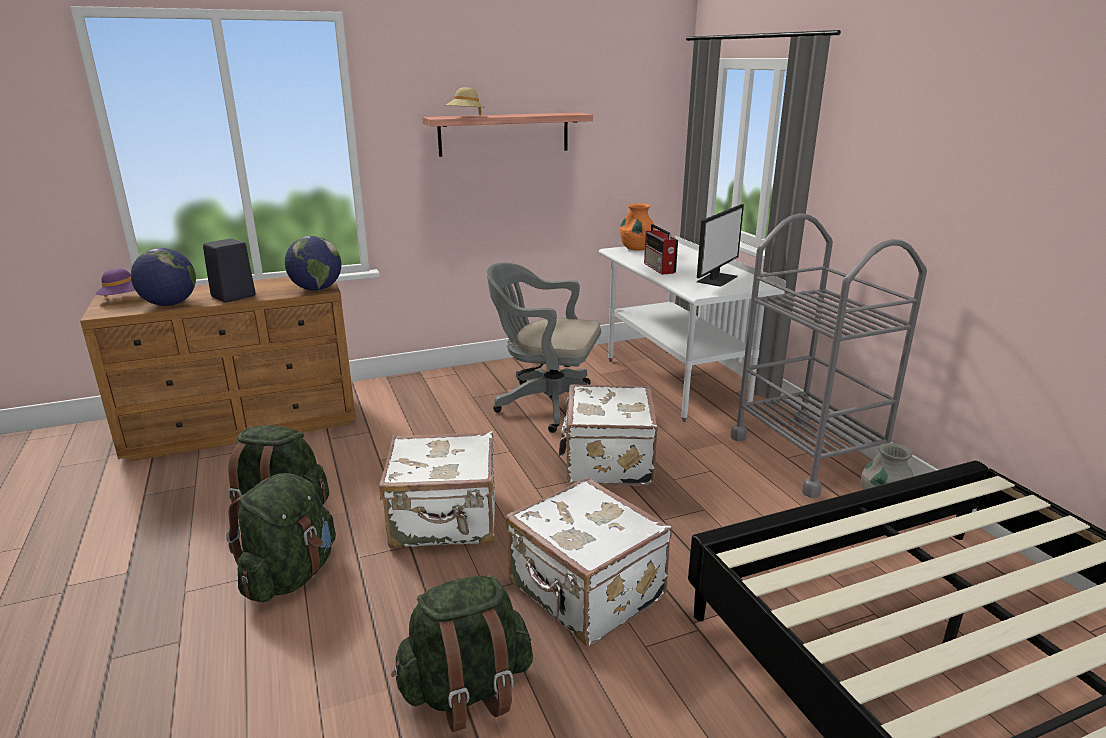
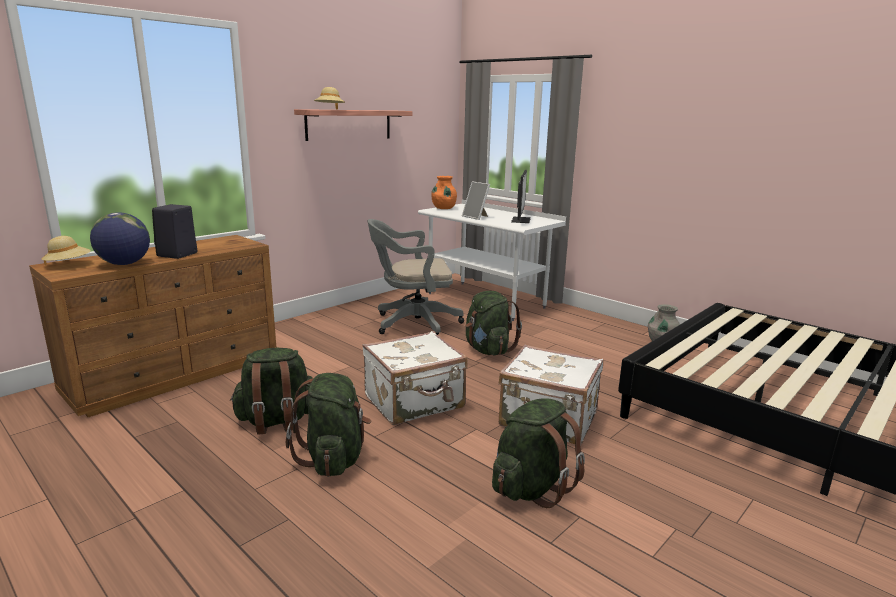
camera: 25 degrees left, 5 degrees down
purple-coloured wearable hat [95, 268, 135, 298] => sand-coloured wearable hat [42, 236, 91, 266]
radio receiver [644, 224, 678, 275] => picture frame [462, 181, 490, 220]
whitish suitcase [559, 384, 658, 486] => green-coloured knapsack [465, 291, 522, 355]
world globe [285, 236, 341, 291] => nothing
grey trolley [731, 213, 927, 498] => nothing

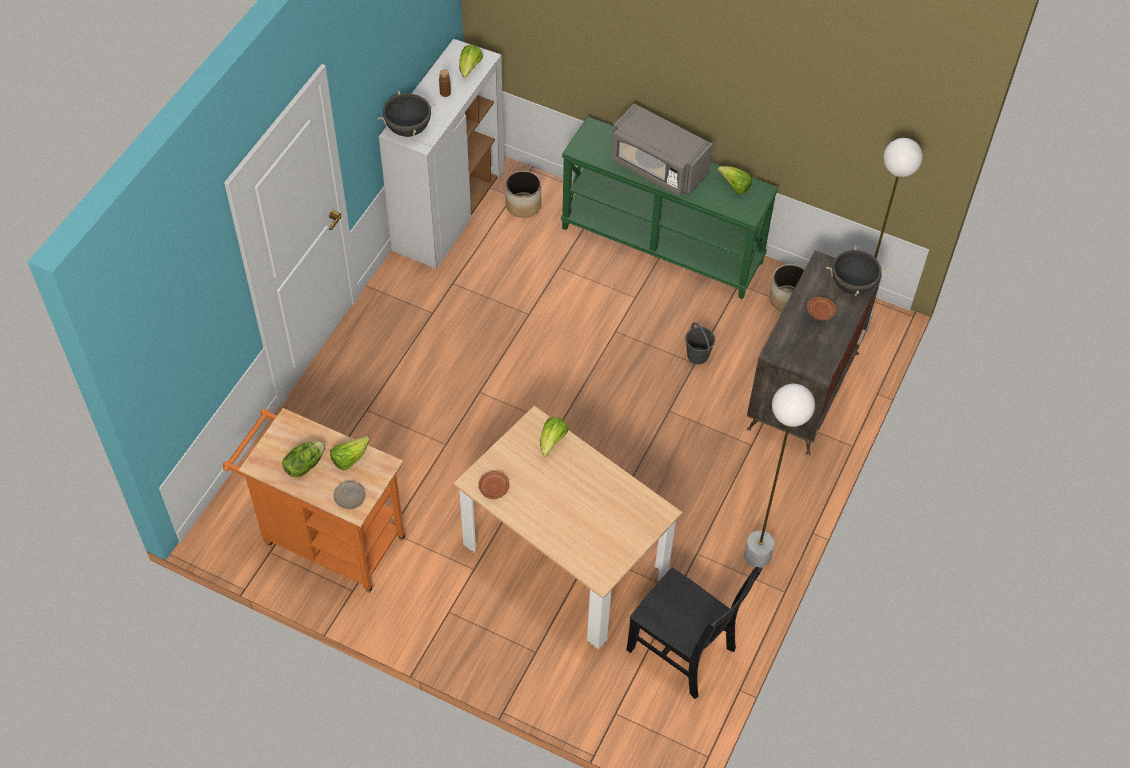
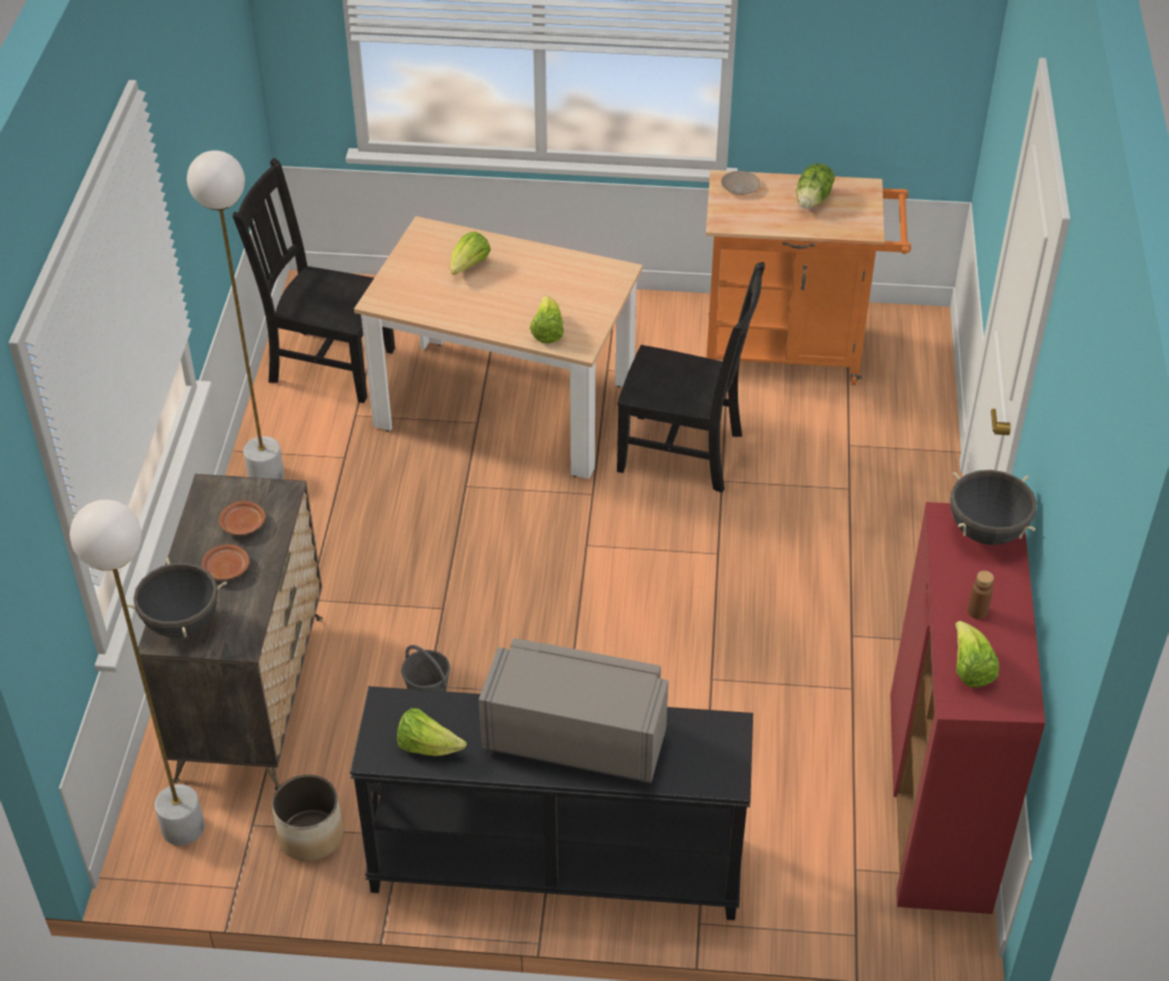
camera: 160 degrees right, 10 degrees down
brownish dinner plate [478, 471, 510, 499] => brownish dinner plate [219, 501, 265, 535], relocated
green-coloured console table [561, 116, 779, 299] => black-coloured console table [350, 686, 753, 920]
lettuce head [330, 436, 370, 471] => lettuce head [451, 232, 491, 275], relocated
nothing => black-coloured chair [617, 262, 765, 493]
whitish cupboard [379, 39, 504, 269] => reddish cupboard [890, 502, 1045, 914]
plant pot [505, 171, 541, 218] => nothing

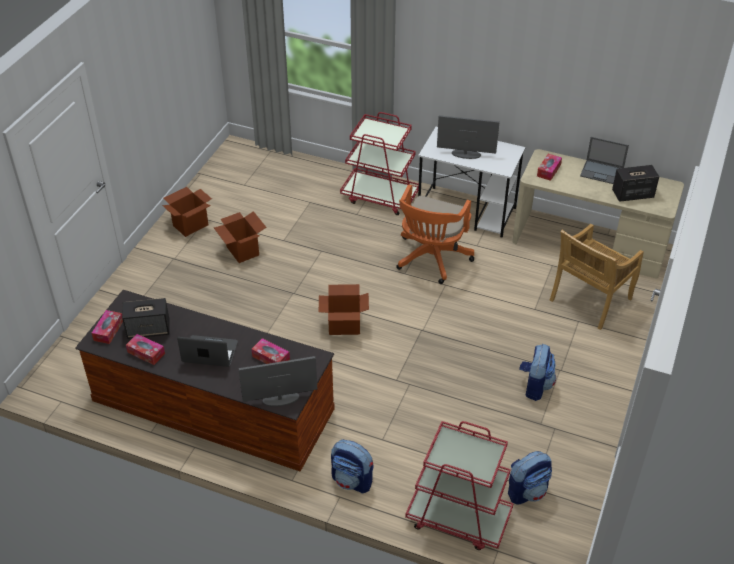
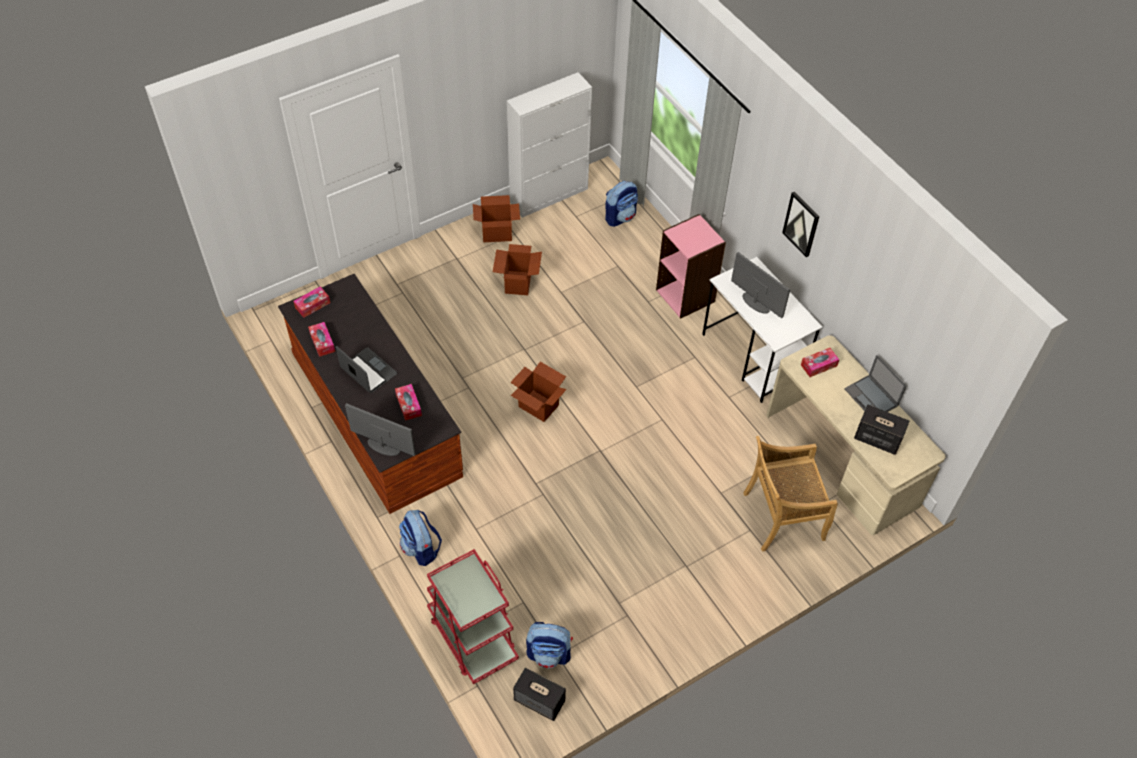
camera: 35 degrees right, 10 degrees up
nothing => whitish cupboard [507, 72, 592, 218]
audio speaker [122, 298, 170, 339] => audio speaker [513, 667, 566, 721], relocated
knapsack [519, 344, 556, 401] => knapsack [605, 181, 638, 227], relocated
reddish trolley [340, 112, 419, 215] => pink-coloured shelving unit [656, 214, 726, 319]
nothing => wall art [782, 192, 820, 257]
orange-coloured desk chair [396, 185, 474, 284] => nothing

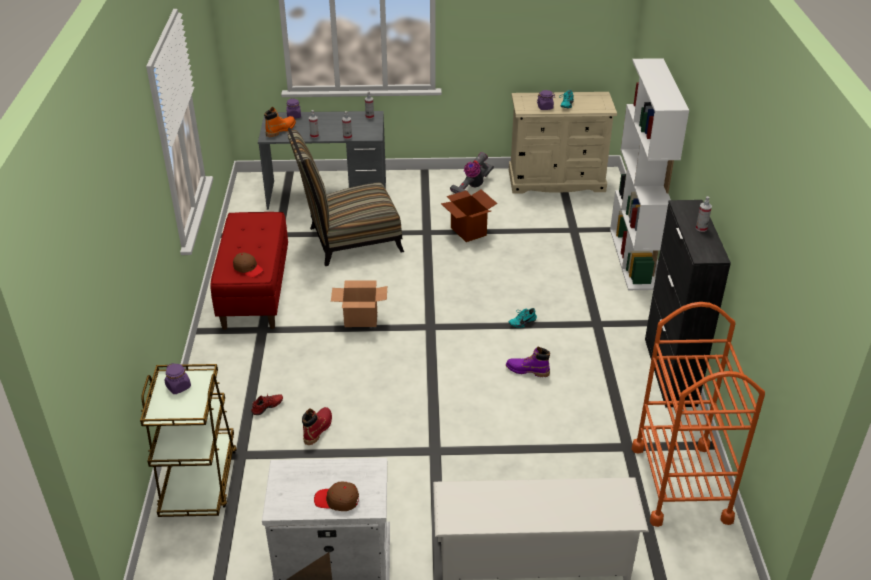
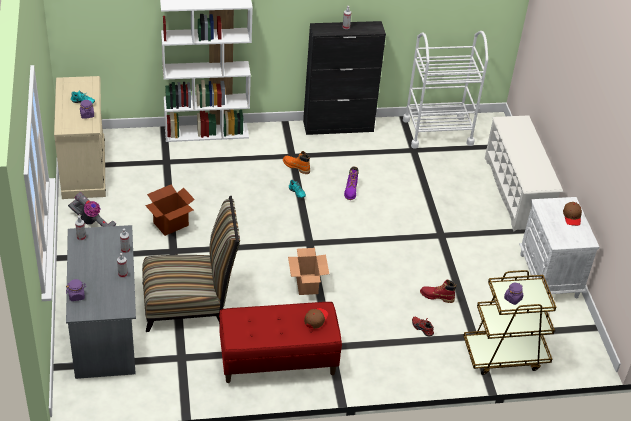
camera: 100 degrees left, 5 degrees up
chair [287, 128, 404, 266] => chair [142, 196, 240, 332], 75 degrees counterclockwise
orange-coloured high-top boot [264, 107, 296, 137] => orange-coloured high-top boot [283, 151, 310, 174], relocated
orange-coloured trolley [632, 302, 765, 527] => whitish trolley [403, 31, 488, 149]

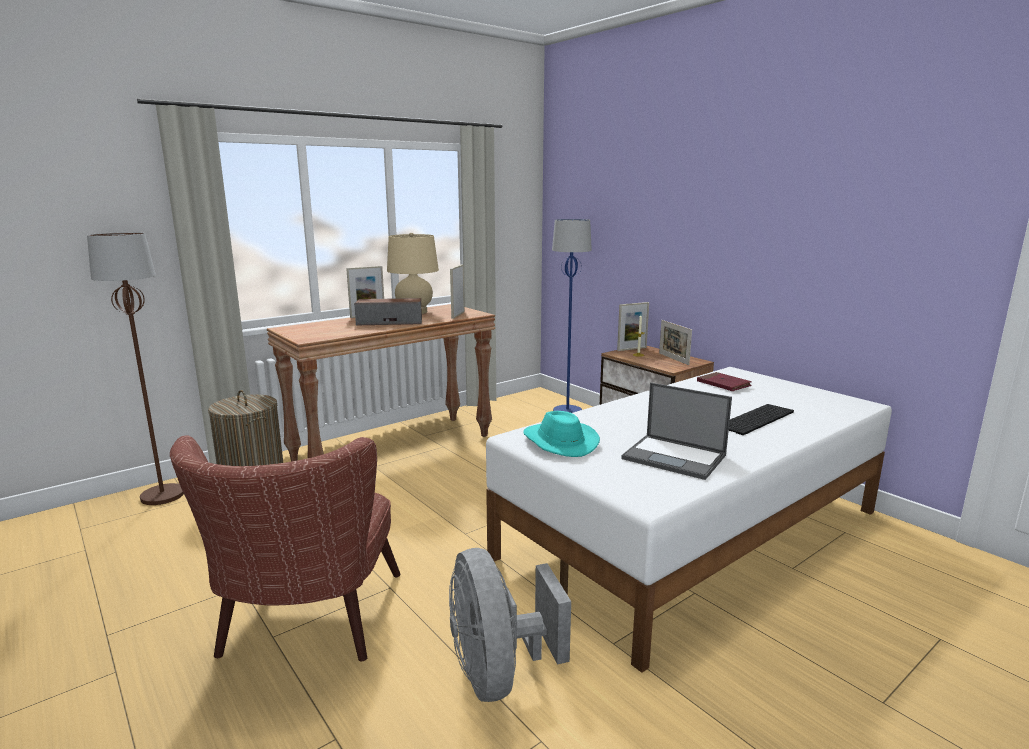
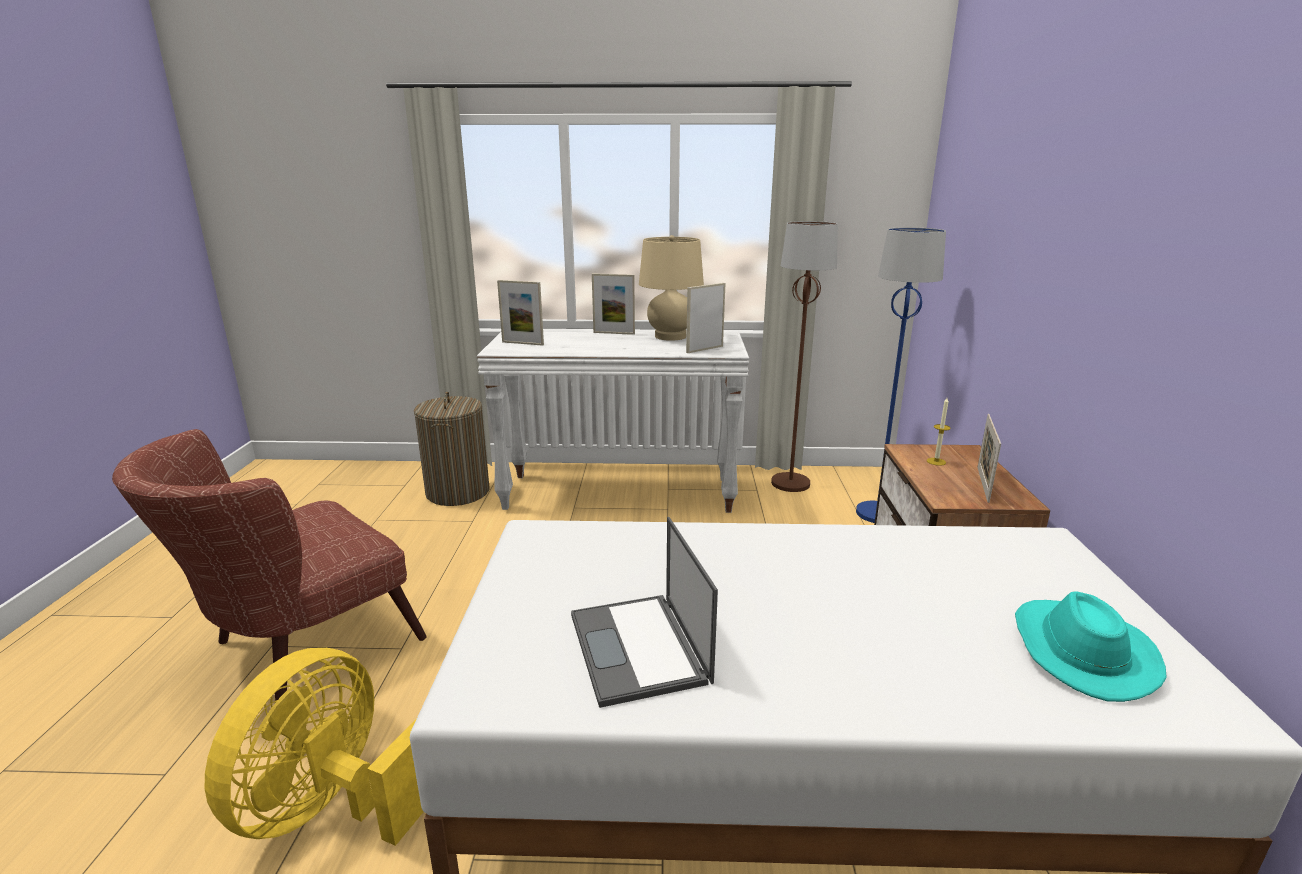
camera: 40 degrees right, 5 degrees up
grey fan [449, 548, 571, 702] => yellow fan [205, 648, 424, 846]
brownish console table [267, 304, 495, 462] => whitish console table [477, 331, 749, 513]
picture frame [617, 302, 649, 351] => picture frame [497, 280, 544, 346], relocated
brownish standing lamp [87, 232, 184, 505] => brownish standing lamp [771, 221, 838, 492], relocated
blue-green wearable hat [523, 411, 600, 457] => blue-green wearable hat [1015, 592, 1167, 702], relocated
audio speaker [354, 298, 422, 325] => nothing
reddish book [697, 372, 752, 391] => nothing
PC keyboard [729, 404, 794, 435] => nothing

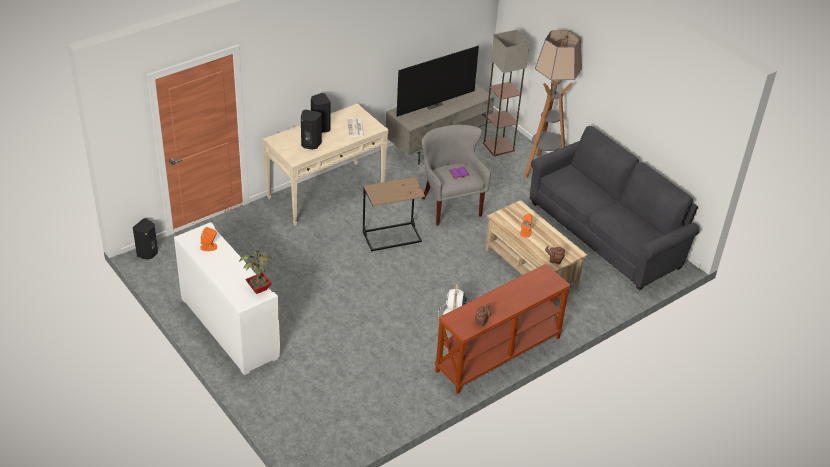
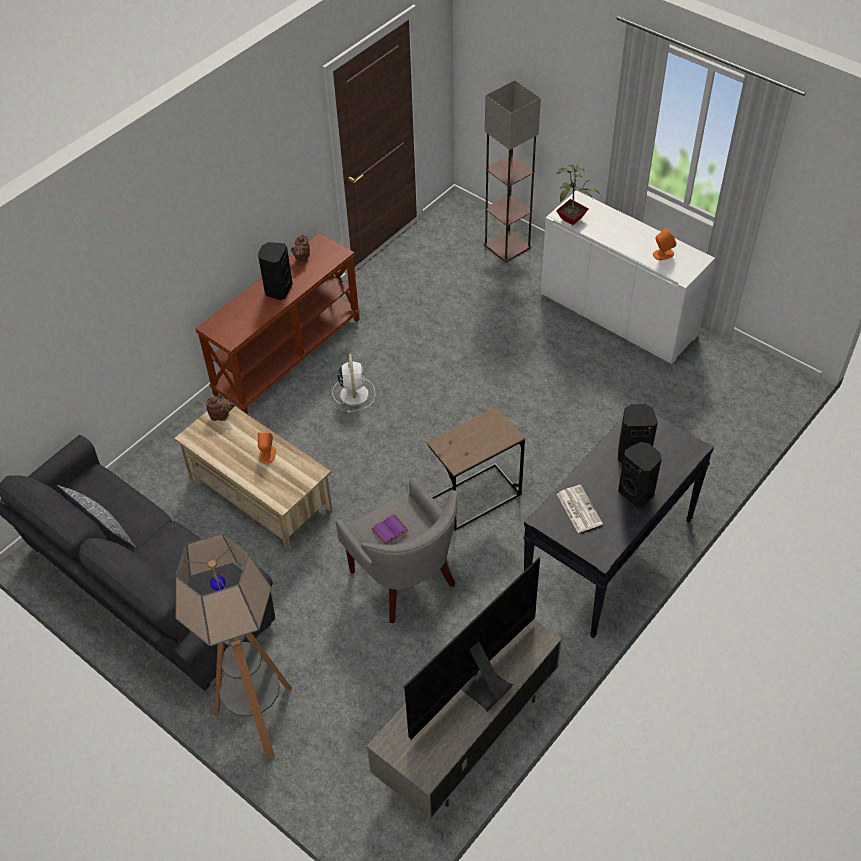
camera: 170 degrees right, 10 degrees up
nothing => cushion [57, 485, 136, 548]
black-coloured audio speaker [133, 219, 158, 260] => black-coloured audio speaker [258, 242, 293, 300], relocated
standing lamp [483, 30, 529, 156] => standing lamp [484, 80, 541, 263], relocated
sand-coloured console table [262, 103, 389, 226] => black-coloured console table [523, 402, 714, 639]

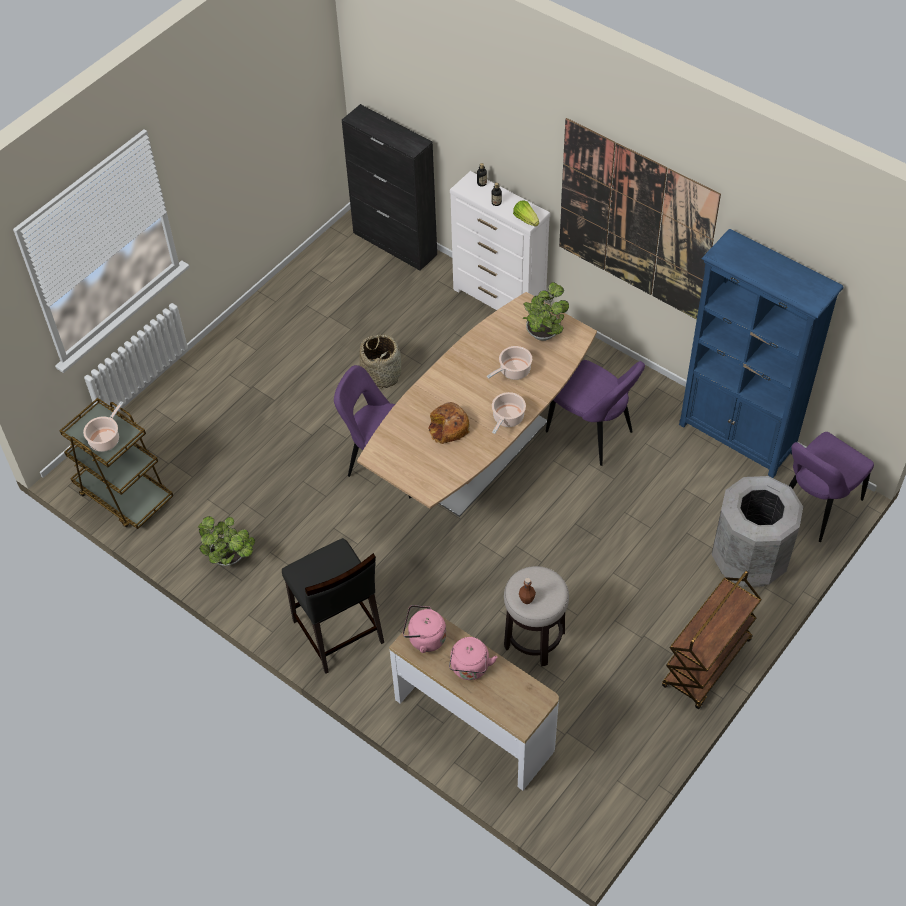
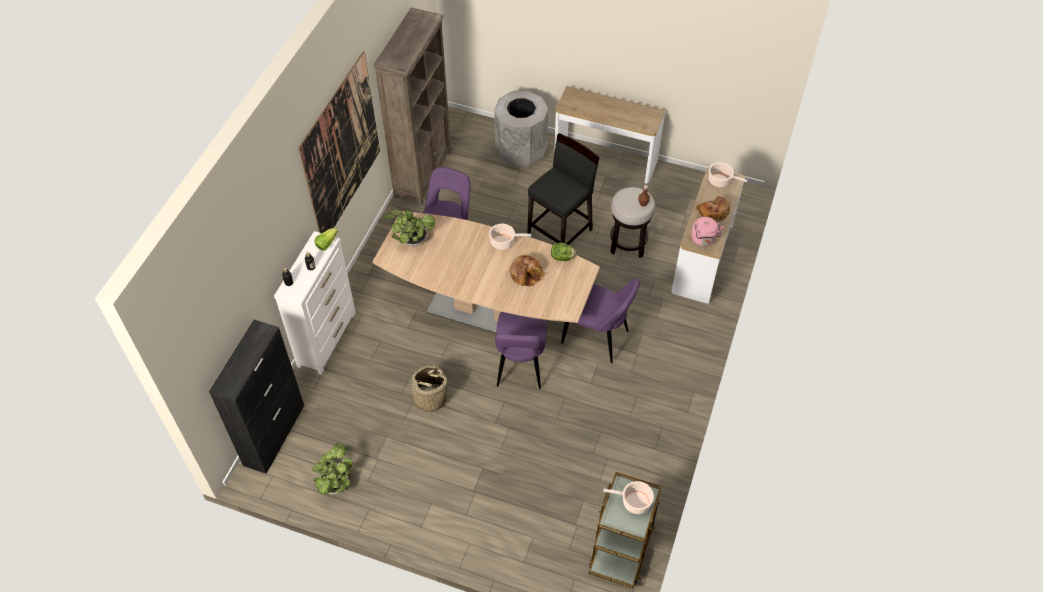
camera: 110 degrees left, 0 degrees up
houseplant [197, 516, 255, 566] => houseplant [312, 444, 353, 494], relocated
blue-coloured shelving unit [679, 229, 844, 478] => brownish shelving unit [373, 7, 452, 205]
black-coloured stool [282, 538, 384, 674] => black-coloured stool [527, 133, 600, 245], relocated
nothing => lettuce head [551, 242, 576, 261]
brownish trolley [662, 571, 762, 709] => console table [554, 86, 665, 183]
purple-coloured chair [789, 432, 874, 542] => purple-coloured chair [561, 278, 641, 363], relocated
pink-coloured water kettle [449, 637, 497, 680] => bread [696, 196, 731, 222]
stockpot [487, 346, 532, 380] => stockpot [708, 162, 748, 187], relocated

